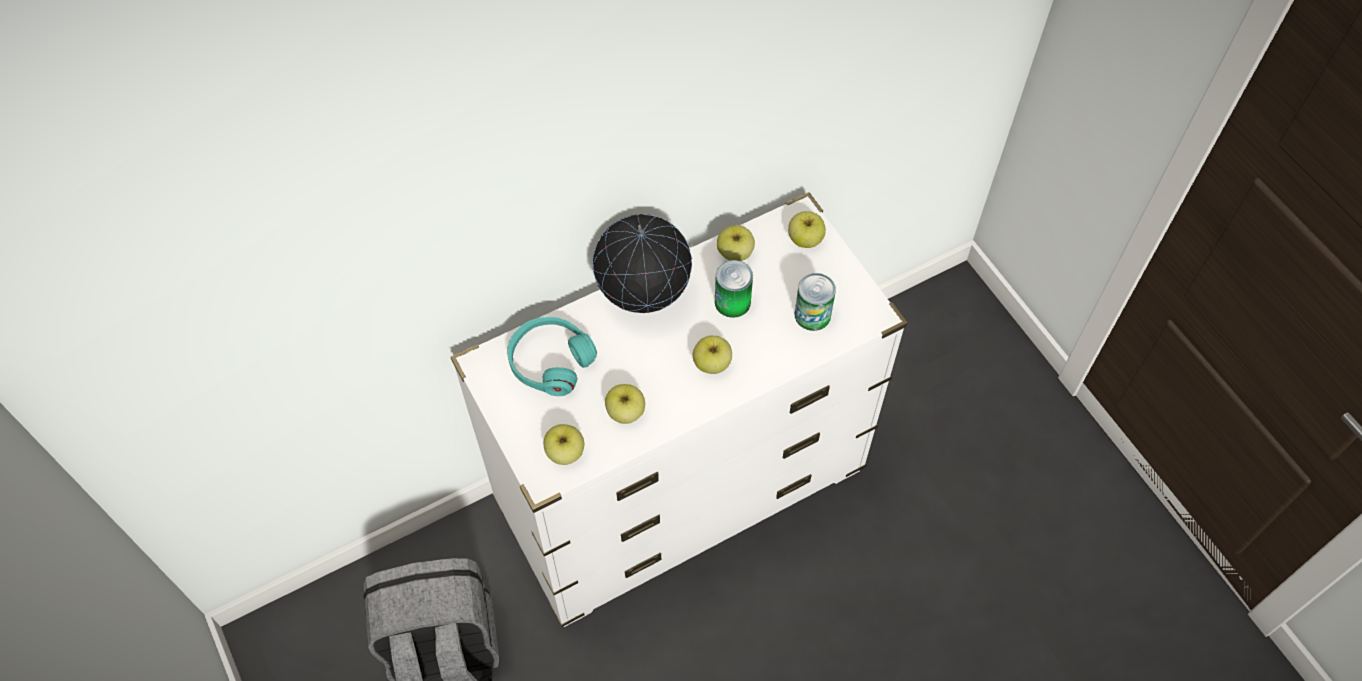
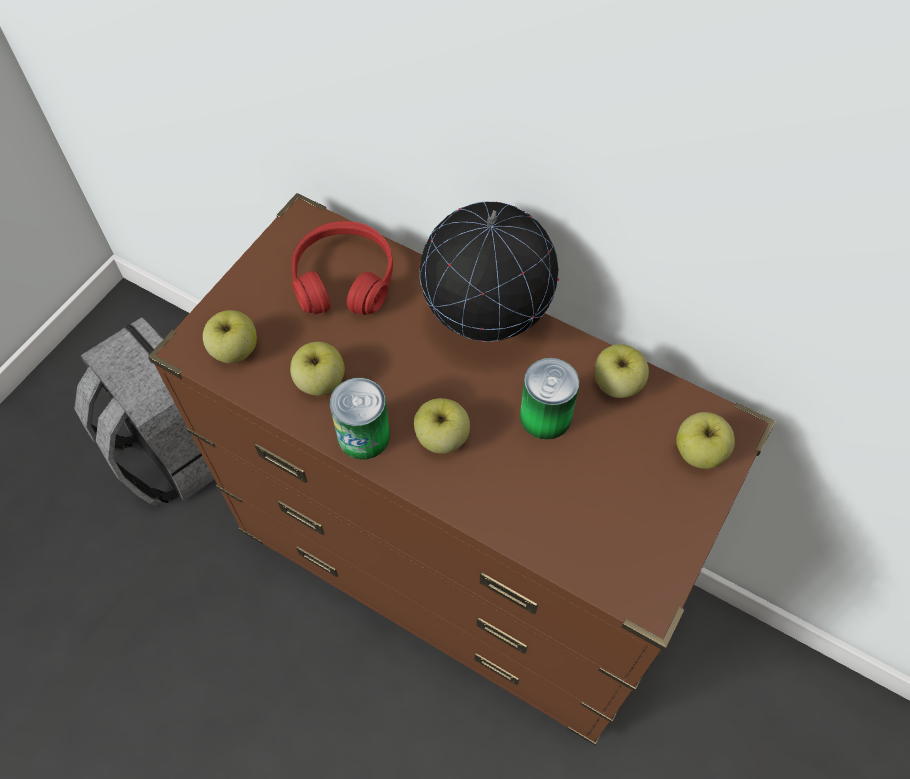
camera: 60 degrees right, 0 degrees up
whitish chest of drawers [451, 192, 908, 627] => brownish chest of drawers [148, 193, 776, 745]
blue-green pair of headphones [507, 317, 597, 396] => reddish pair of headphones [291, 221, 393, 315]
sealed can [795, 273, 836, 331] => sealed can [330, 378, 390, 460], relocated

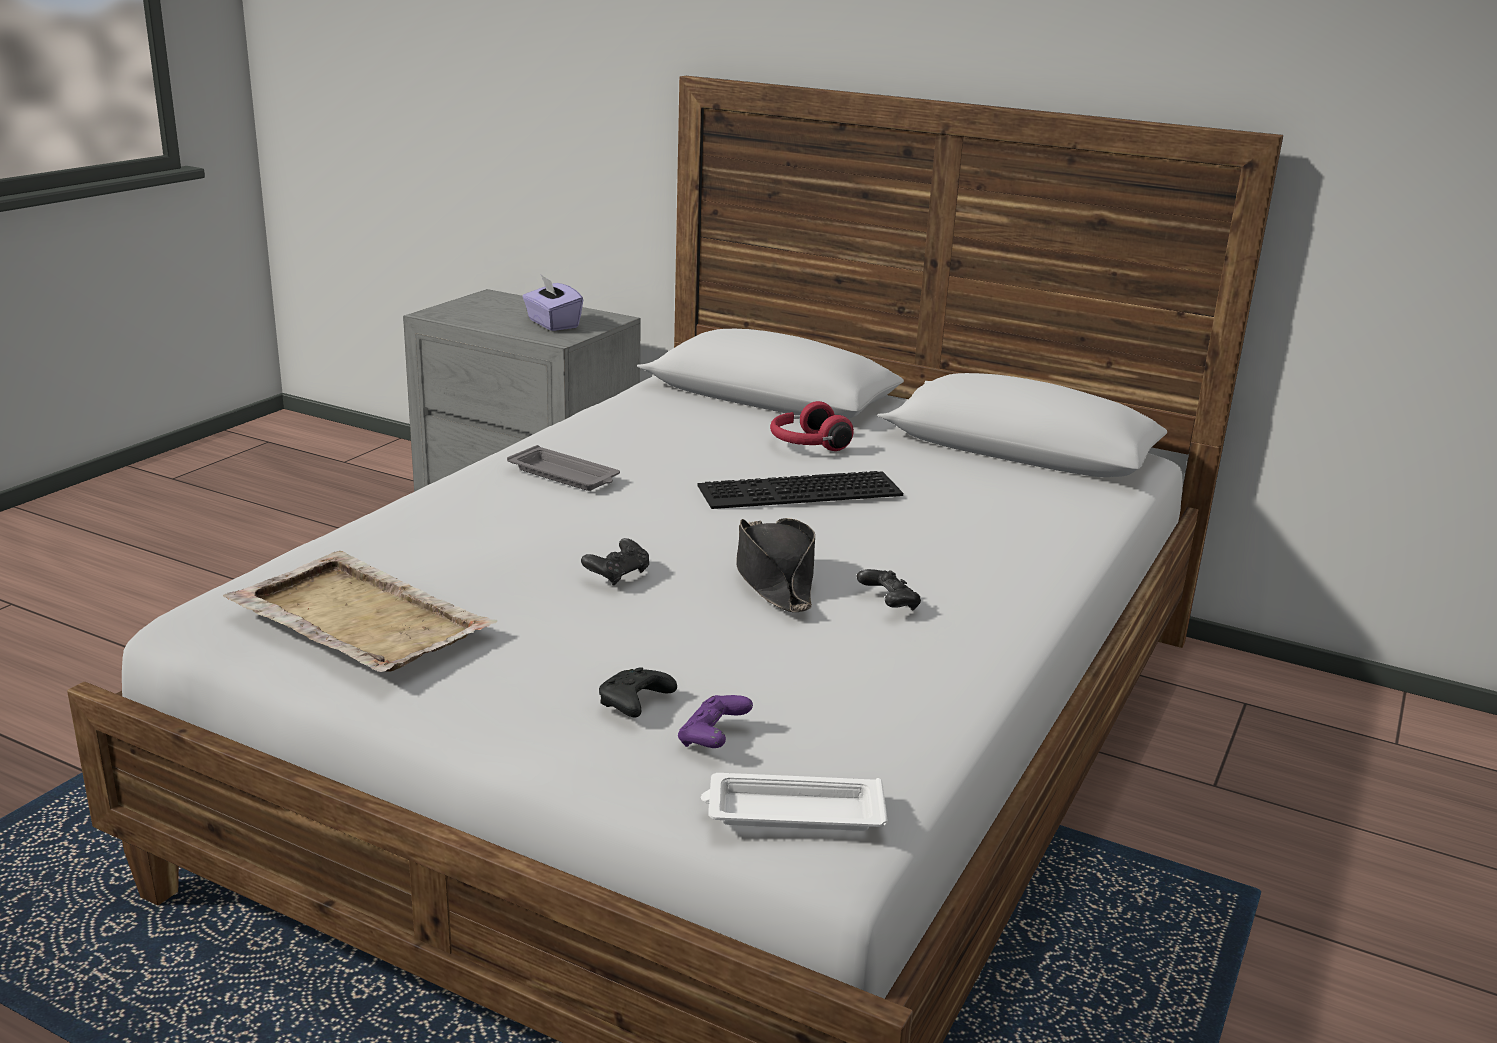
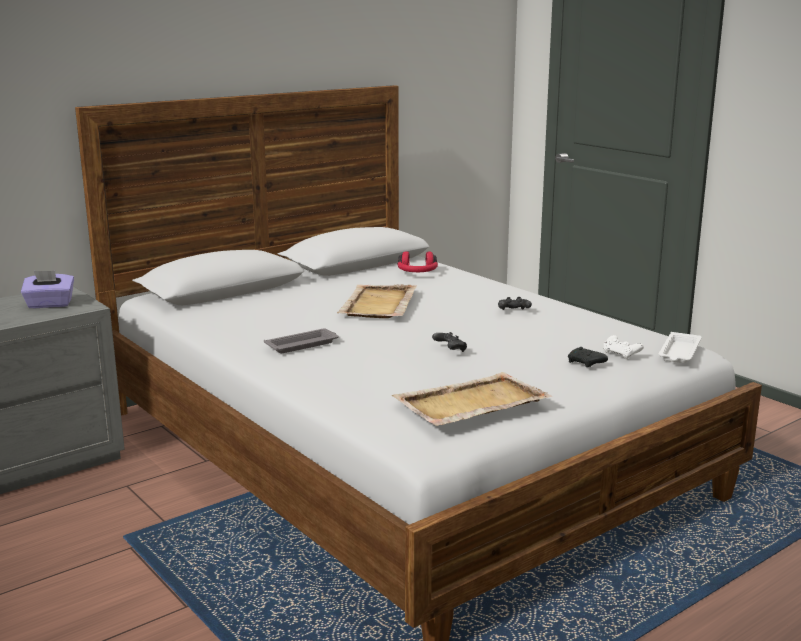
camera: 65 degrees left, 5 degrees down
PC keyboard [697, 471, 903, 509] => sand-coloured tray [337, 284, 417, 318]
reddish pair of headphones [770, 401, 854, 451] => reddish pair of headphones [398, 251, 438, 272], relocated
purple-coloured joypad [678, 695, 753, 748] => whitish joypad [604, 335, 644, 360]
black-coloured wearable hat [736, 518, 815, 612] => nothing

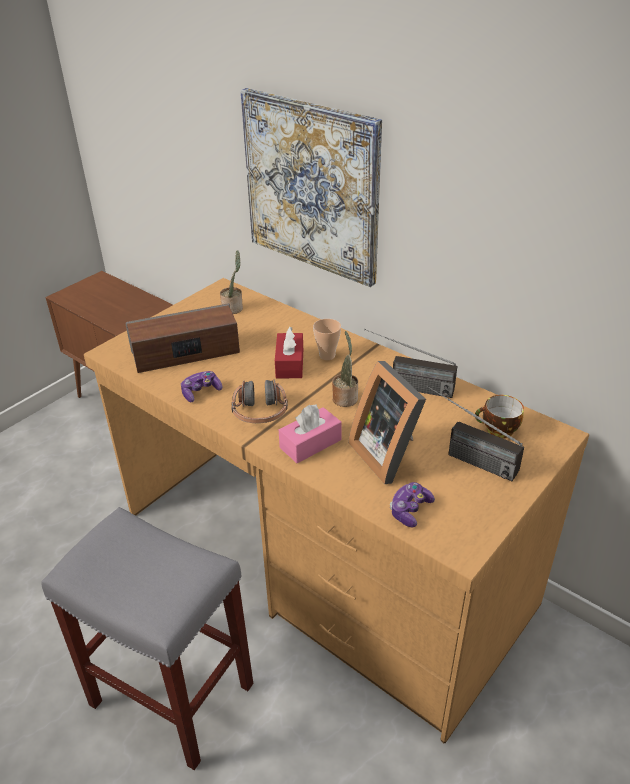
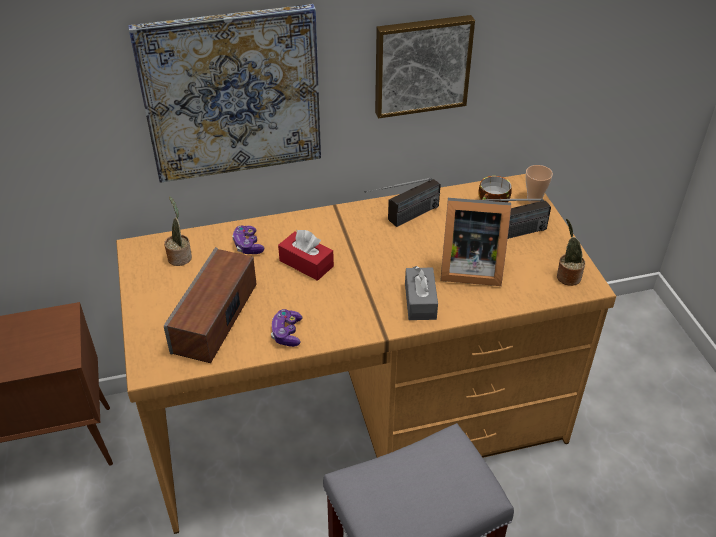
camera: 55 degrees left, 5 degrees up
joypad [390, 482, 435, 527] => joypad [232, 226, 265, 254], relocated
nothing => wall art [375, 15, 475, 119]
pink-coloured tissue holder [279, 405, 341, 463] => grey tissue holder [405, 266, 438, 320]
cup [313, 319, 341, 360] => cup [526, 165, 553, 203], relocated
houseplant [332, 331, 358, 407] => houseplant [557, 218, 585, 286], relocated
pair of headphones [231, 379, 288, 423] => nothing

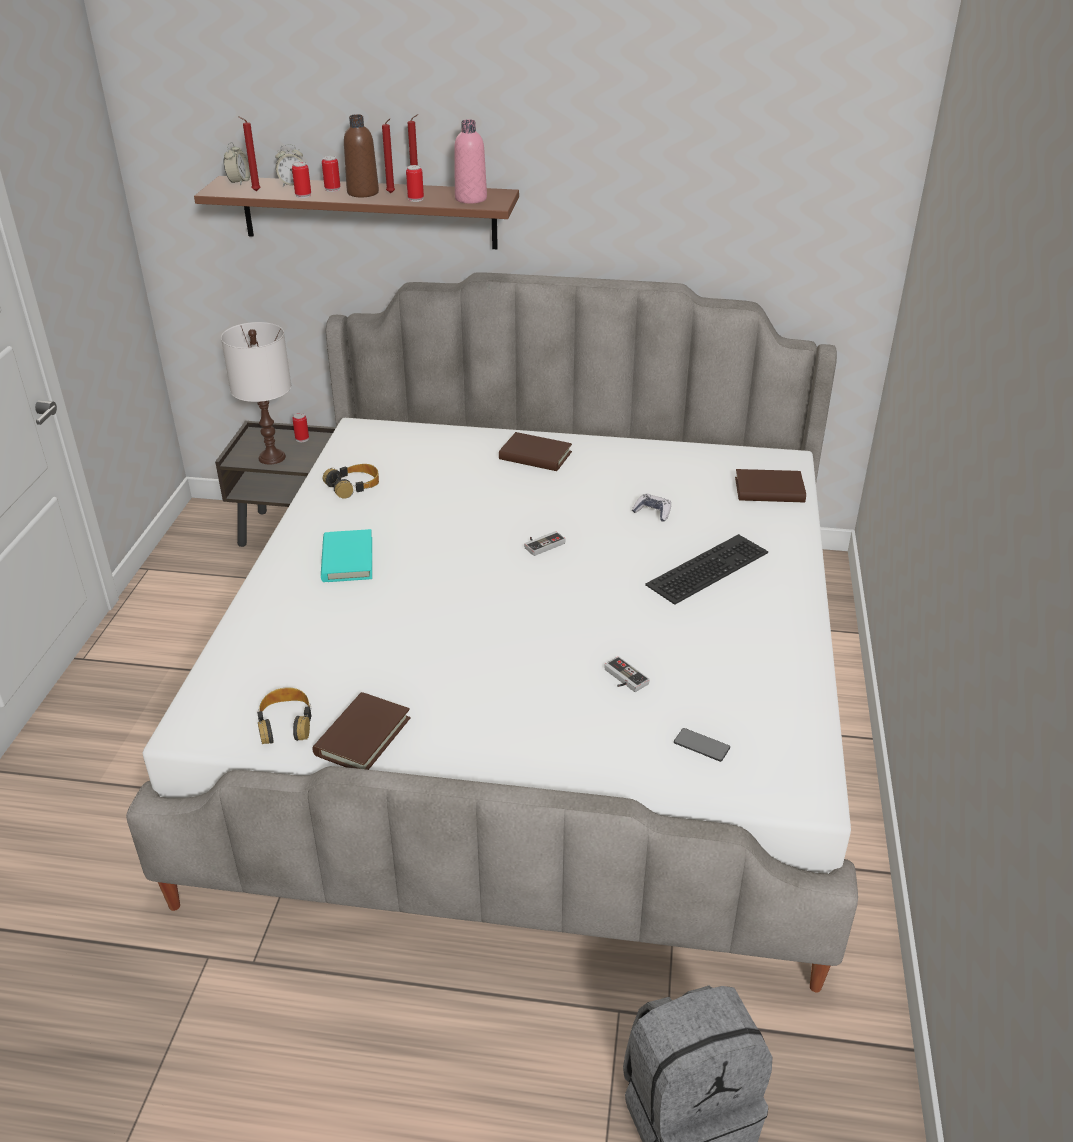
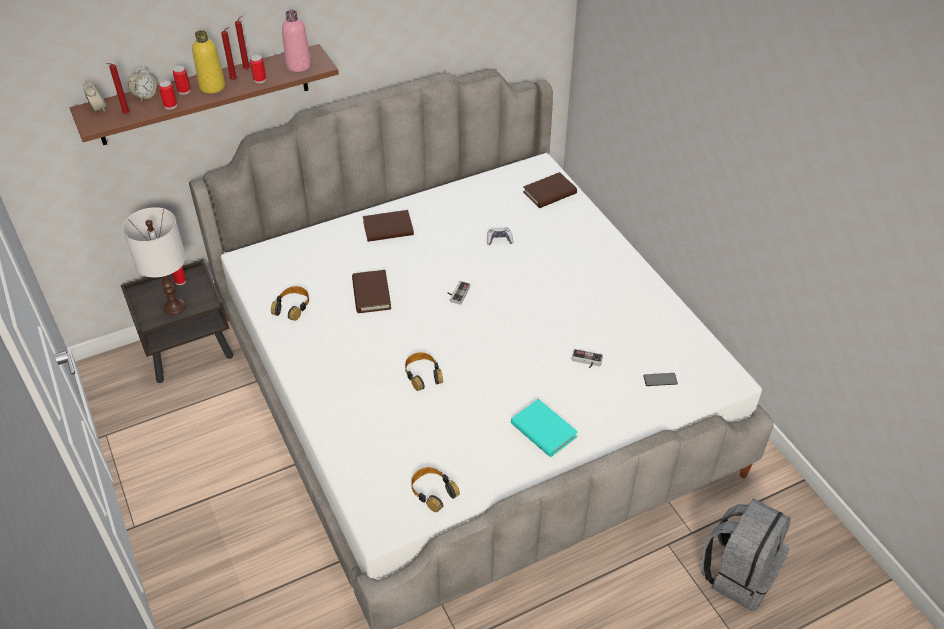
camera: 35 degrees left, 10 degrees up
brownish bottle [344, 114, 379, 198] => yellow bottle [192, 30, 225, 94]
brownish book [312, 692, 411, 770] => brownish book [352, 270, 391, 313], relocated
nothing => pair of headphones [405, 352, 443, 391]
blue-green book [321, 529, 372, 582] => blue-green book [511, 399, 578, 457], relocated
PC keyboard [645, 534, 768, 605] => nothing

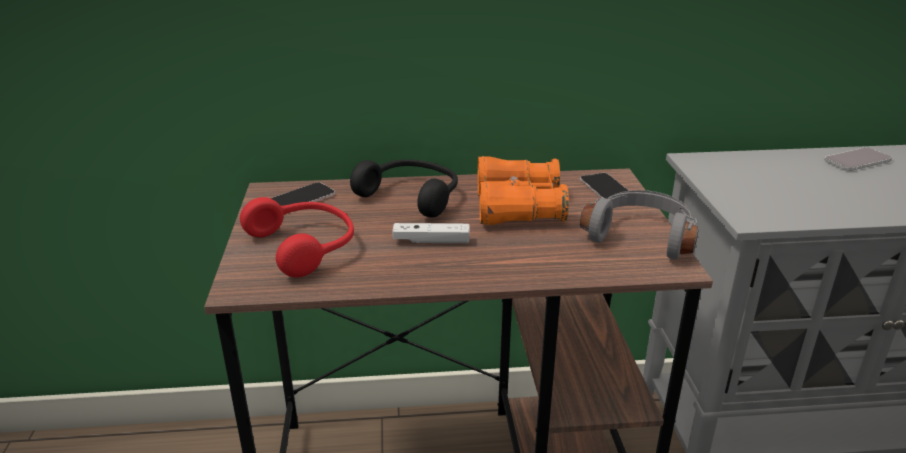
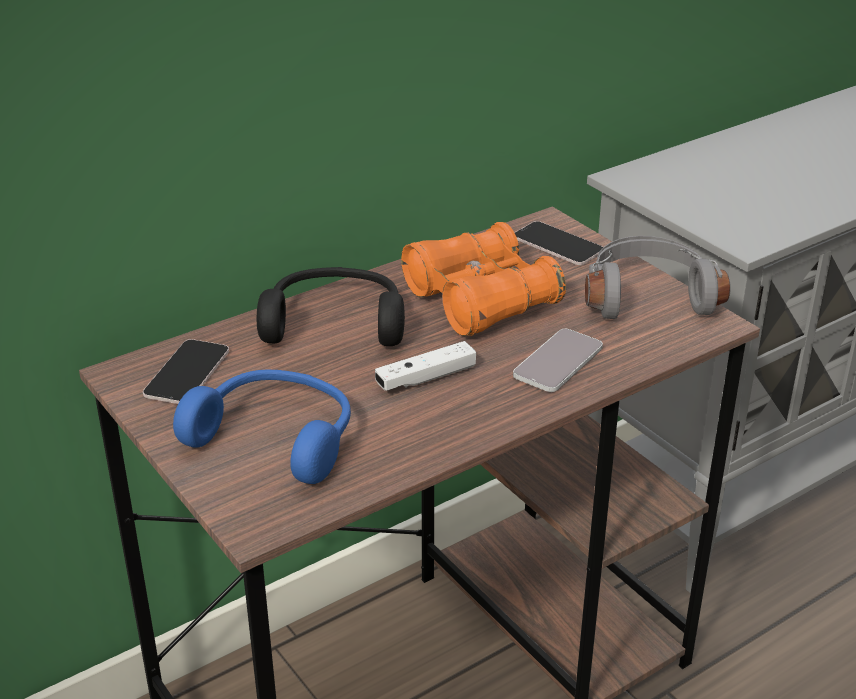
camera: 30 degrees left, 5 degrees up
reddish pair of headphones [240, 197, 354, 278] => blue-coloured pair of headphones [173, 370, 351, 484]
telephone [824, 147, 892, 171] => telephone [513, 329, 603, 392], relocated

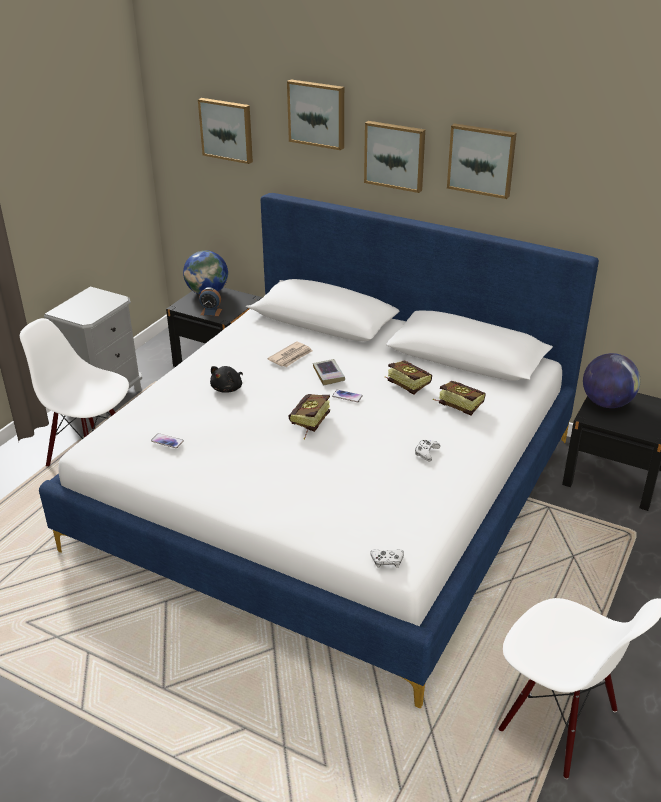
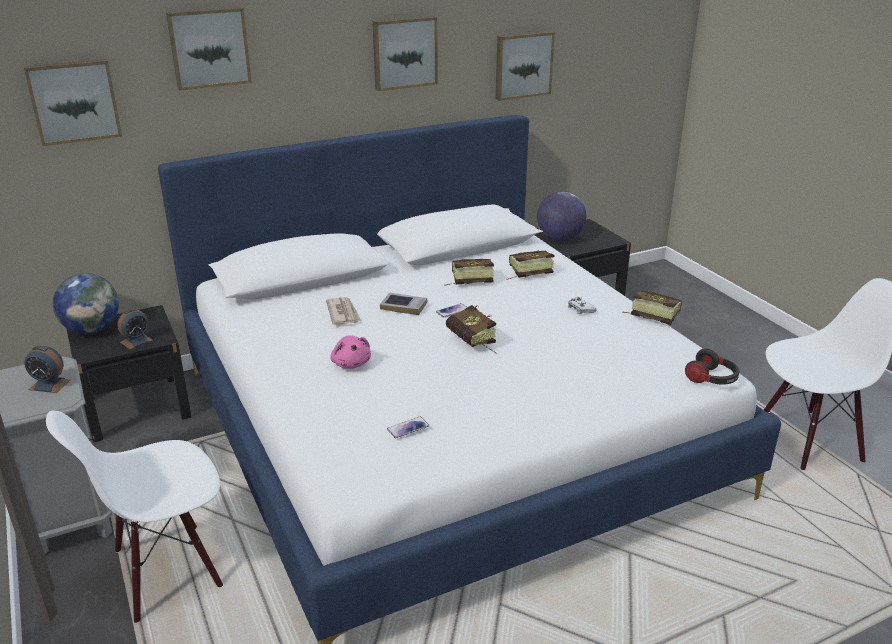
camera: 55 degrees left, 5 degrees down
nothing => bedside clock [24, 346, 71, 393]
black-coloured soft toy [210, 366, 243, 393] => pink-coloured soft toy [330, 335, 371, 369]
wall art [364, 121, 425, 193] => wall art [496, 31, 555, 101], relocated
nothing => book [622, 291, 682, 325]
whitish joypad [370, 549, 404, 568] => pair of headphones [685, 348, 739, 385]

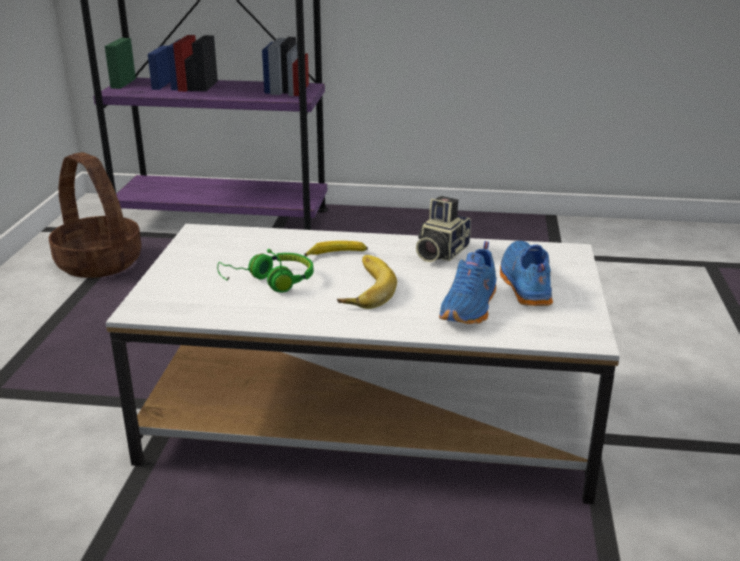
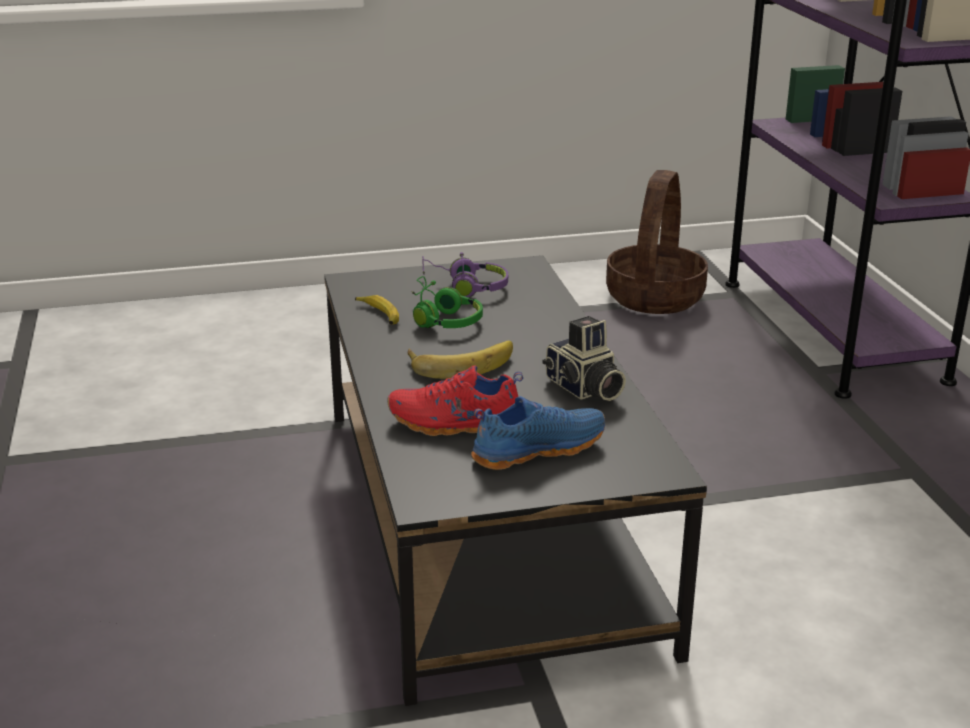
camera: 70 degrees right, 0 degrees up
whitish coffee table [106, 224, 619, 504] => black-coloured coffee table [324, 255, 707, 706]
banana [304, 241, 368, 257] => banana [355, 295, 399, 325], relocated
blue-coloured low shoe [439, 241, 496, 324] => reddish low shoe [387, 365, 523, 436]
nothing => purple-coloured pair of headphones [423, 252, 508, 297]
photo camera [416, 196, 471, 262] => photo camera [543, 316, 626, 401], 135 degrees counterclockwise

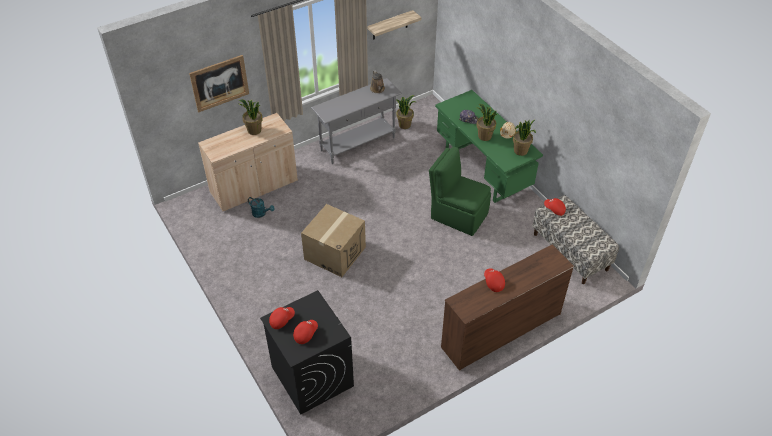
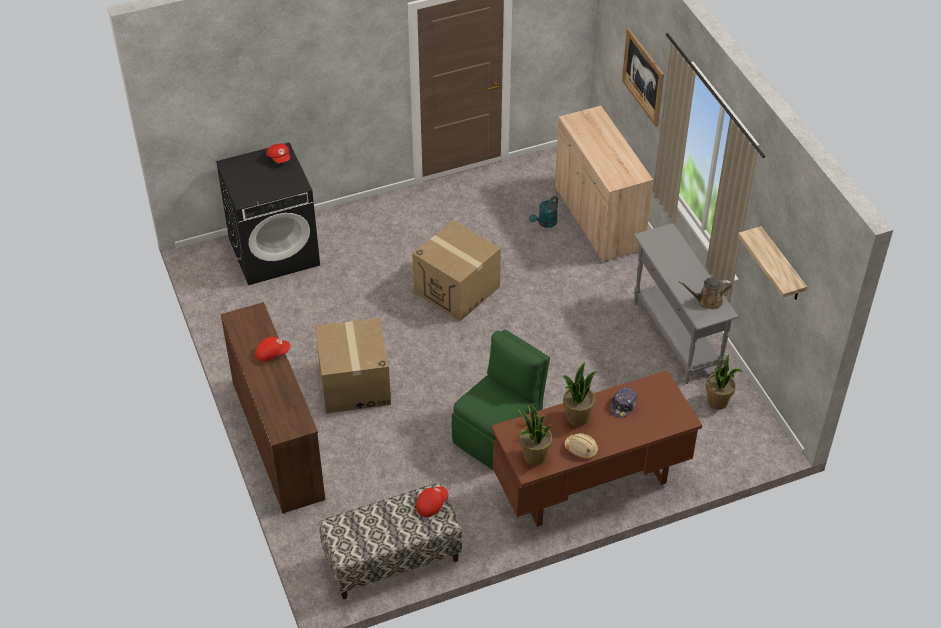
camera: 100 degrees right, 0 degrees up
nothing => carton [315, 318, 391, 413]
green-coloured desk unit [435, 90, 543, 203] => brownish desk unit [491, 370, 702, 527]
houseplant [237, 99, 263, 135] => nothing
reddish cap [293, 320, 318, 344] => nothing

